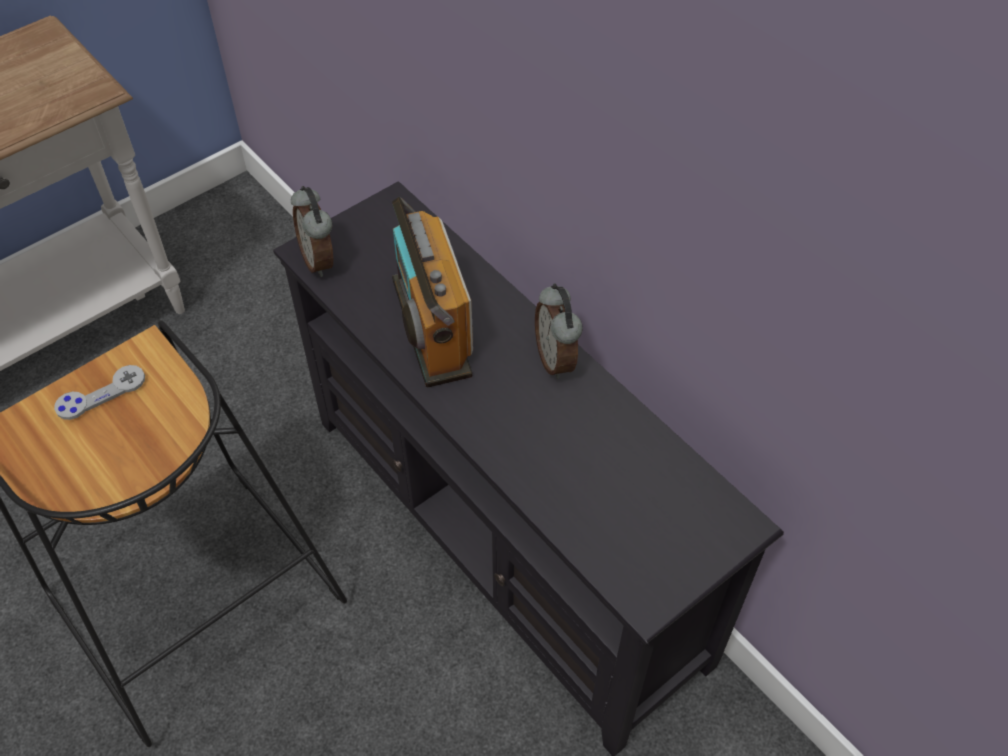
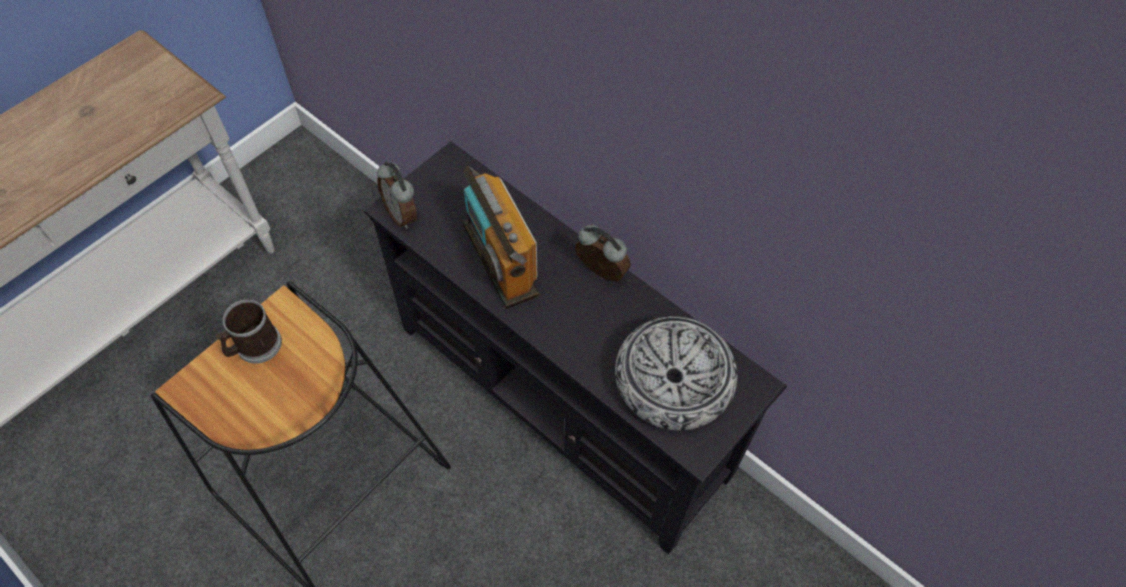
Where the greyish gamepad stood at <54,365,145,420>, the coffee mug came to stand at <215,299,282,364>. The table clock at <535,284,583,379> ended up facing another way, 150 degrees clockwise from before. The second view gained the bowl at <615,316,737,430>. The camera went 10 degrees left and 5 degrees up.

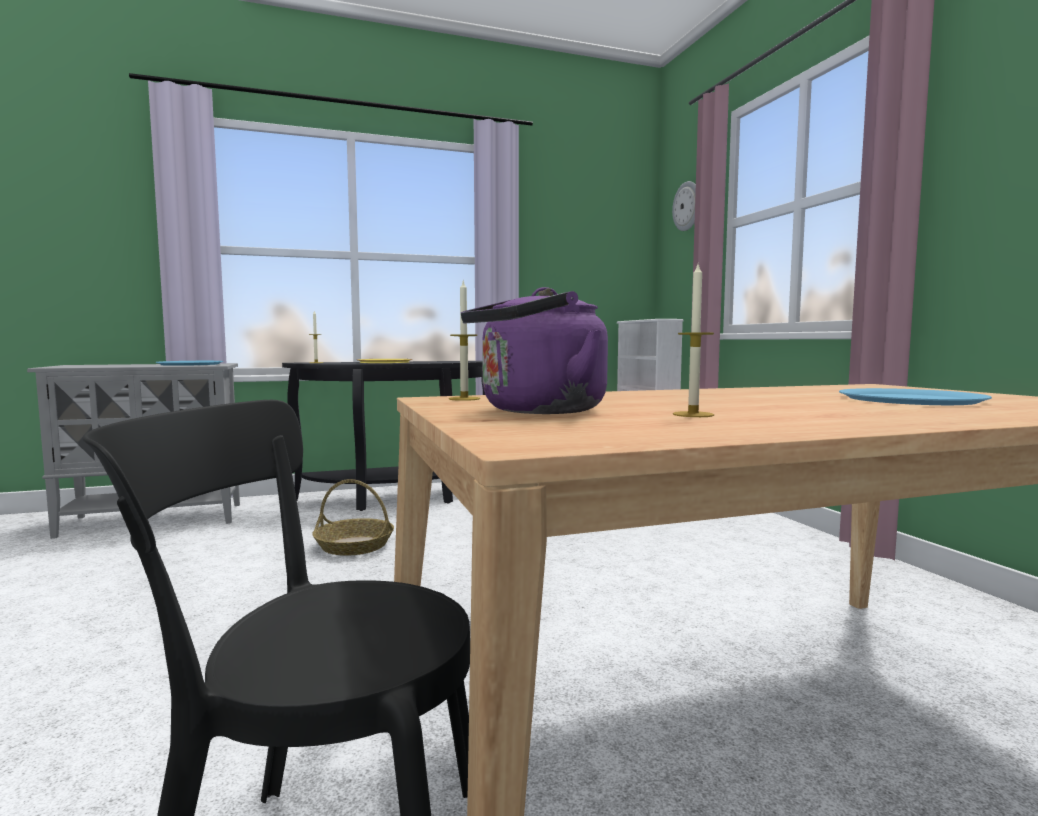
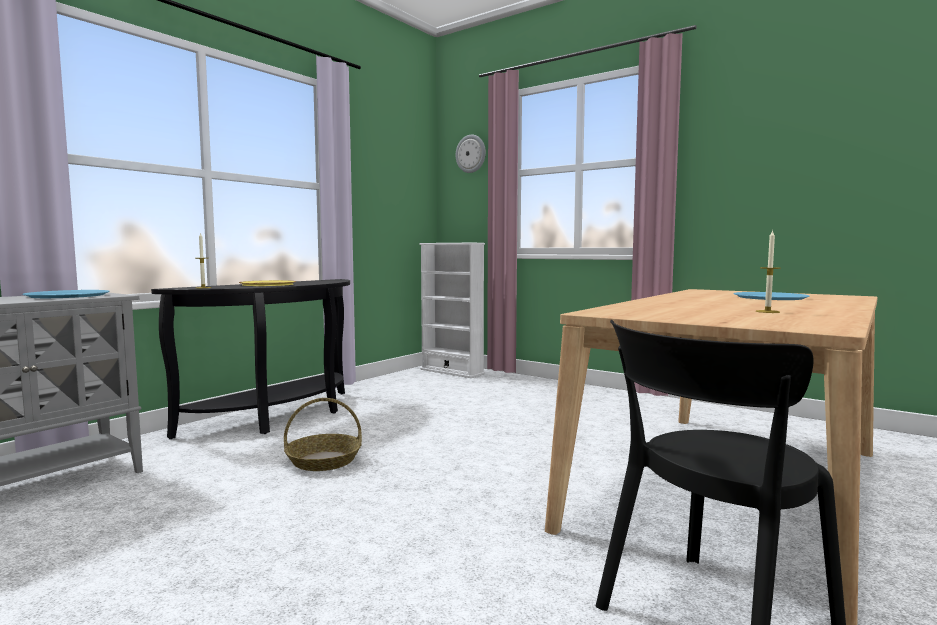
The second view lost the wax light at <449,281,480,401>. The second view lost the purple water kettle at <461,287,608,414>. The camera went 35 degrees left and 0 degrees up.

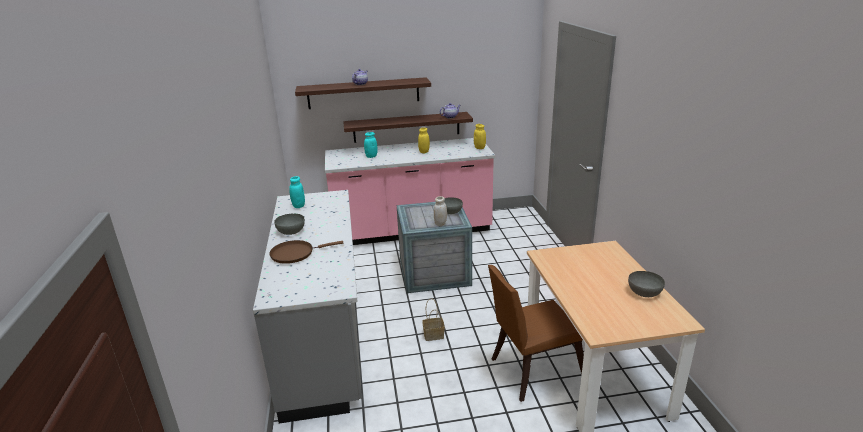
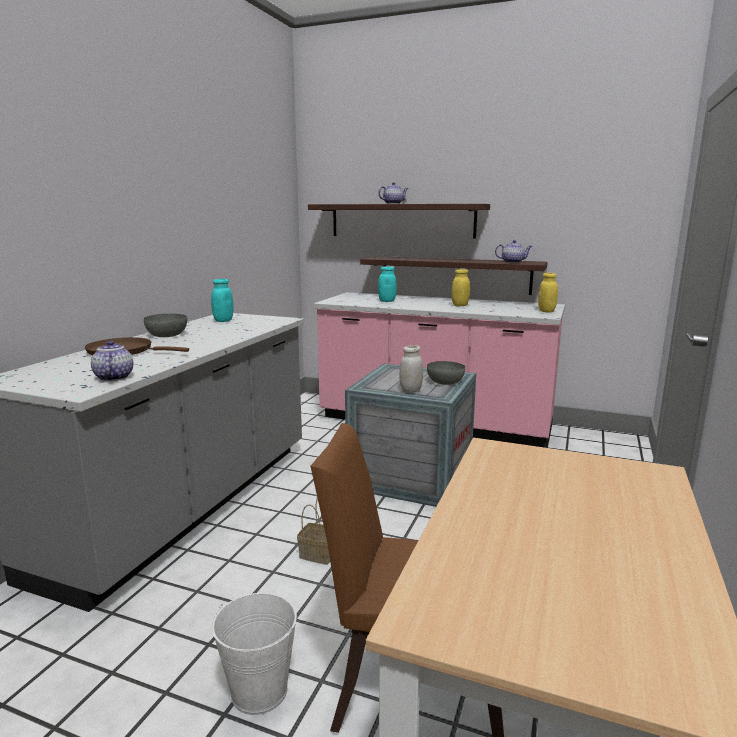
The second view gained the teapot at <91,341,133,381>. The second view gained the whitish water bucket at <211,593,297,715>. The second view lost the greyish bowl at <628,271,665,297>. The camera went 30 degrees right and 10 degrees down.

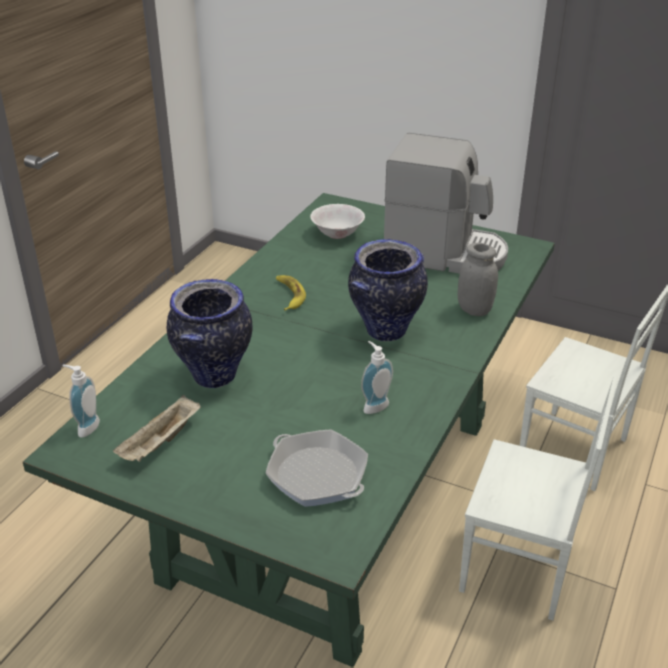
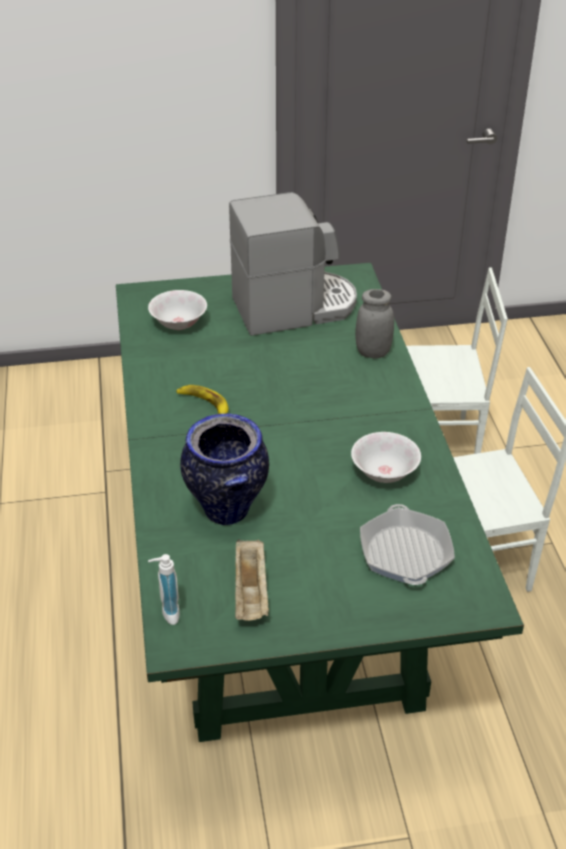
Where the soap dispenser stood at <361,341,393,414>, the whitish bowl came to stand at <351,432,421,483>. The frying pan at <265,429,368,507> ended up facing another way, 105 degrees counterclockwise from before. The second view lost the decorative vase at <348,239,428,341>. The camera went 35 degrees left and 5 degrees up.

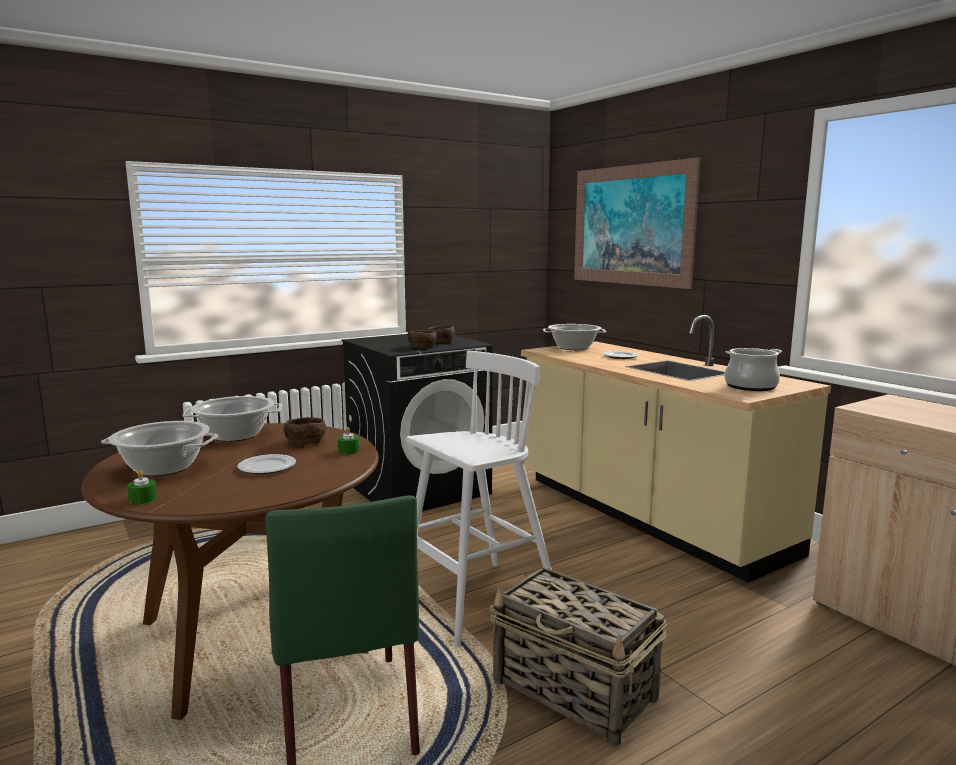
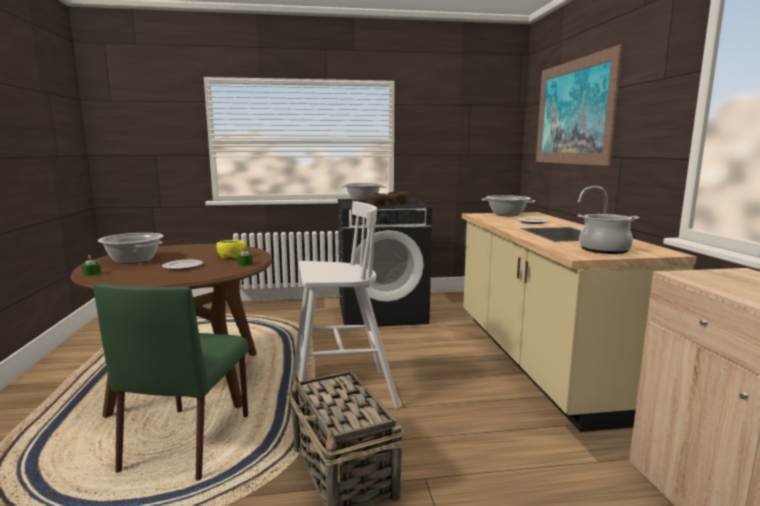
What was the brownish bowl at <284,417,326,447> turned into the yellow-coloured bowl at <216,240,246,259>. The saucepot ended up elsewhere, having gone from <182,396,282,442> to <340,183,387,201>. The camera went 25 degrees right and 0 degrees up.

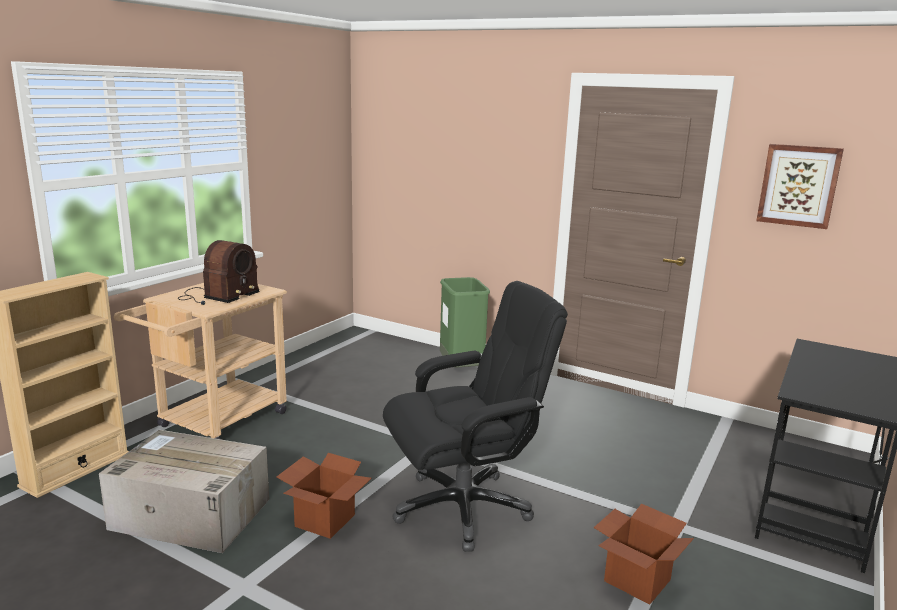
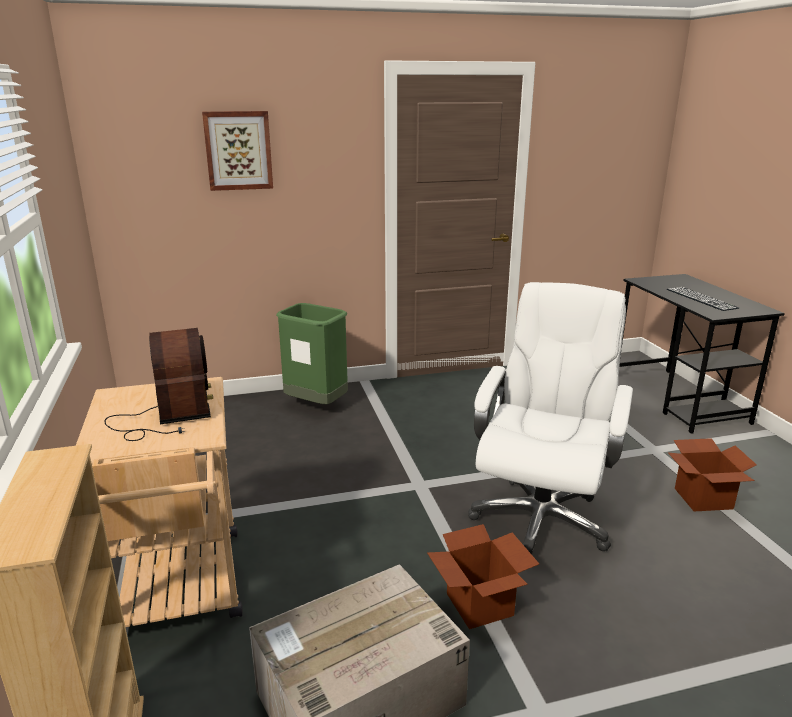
The wall picture ended up elsewhere, having gone from <756,144,844,229> to <202,111,273,191>. What was the black-coloured computer chair at <383,281,568,552> turned into the whitish computer chair at <468,282,633,556>. The second view gained the computer keyboard at <667,287,739,311>. The camera went 45 degrees left and 5 degrees up.

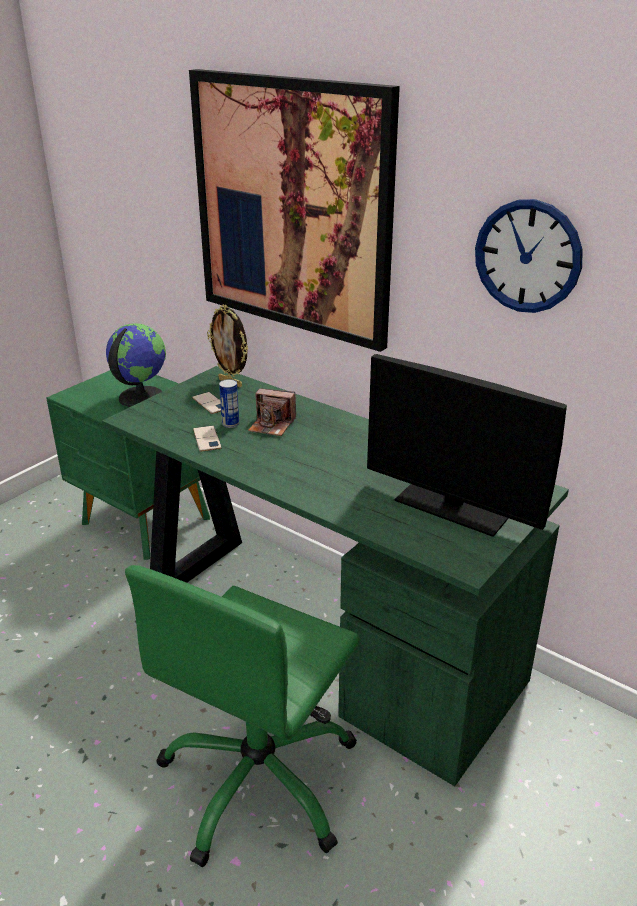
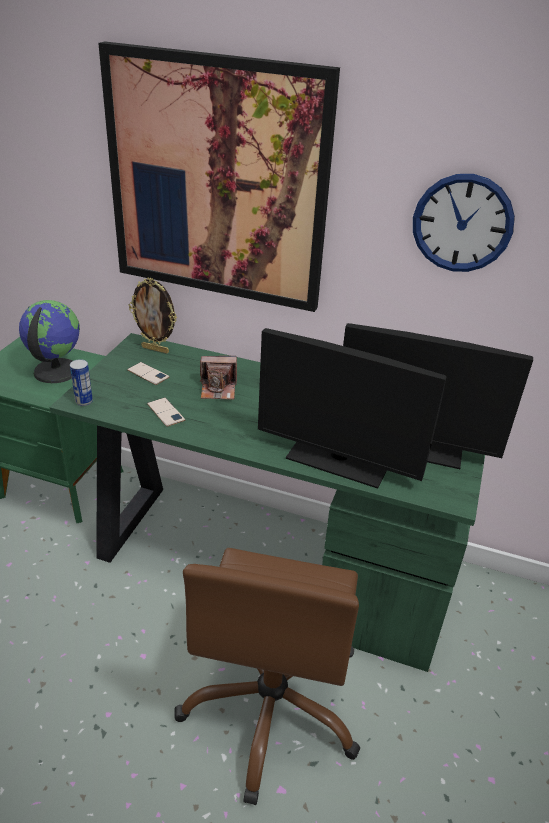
The can ended up elsewhere, having gone from <219,379,239,428> to <70,359,93,406>. What was the green computer chair at <125,565,360,867> turned into the brownish computer chair at <174,548,360,805>. The second view gained the computer display at <258,328,447,489>. The camera went 20 degrees left and 5 degrees up.

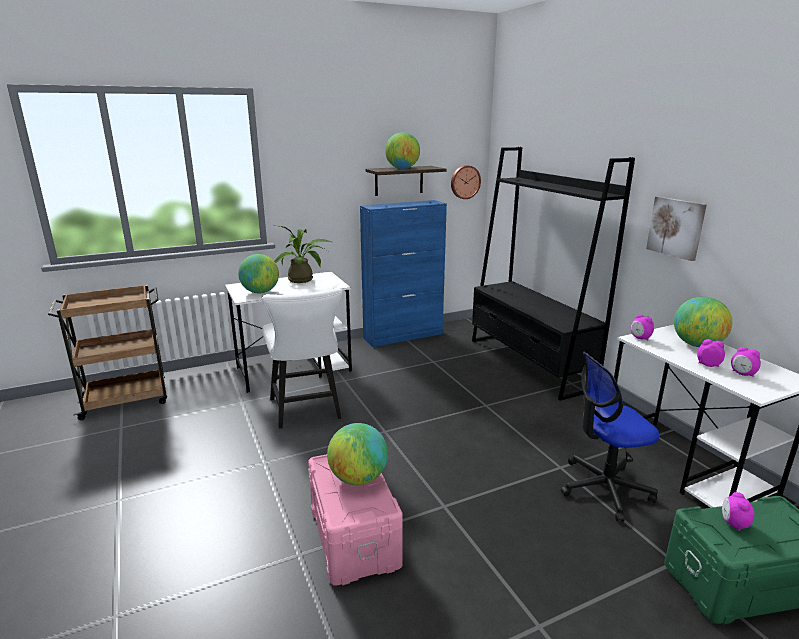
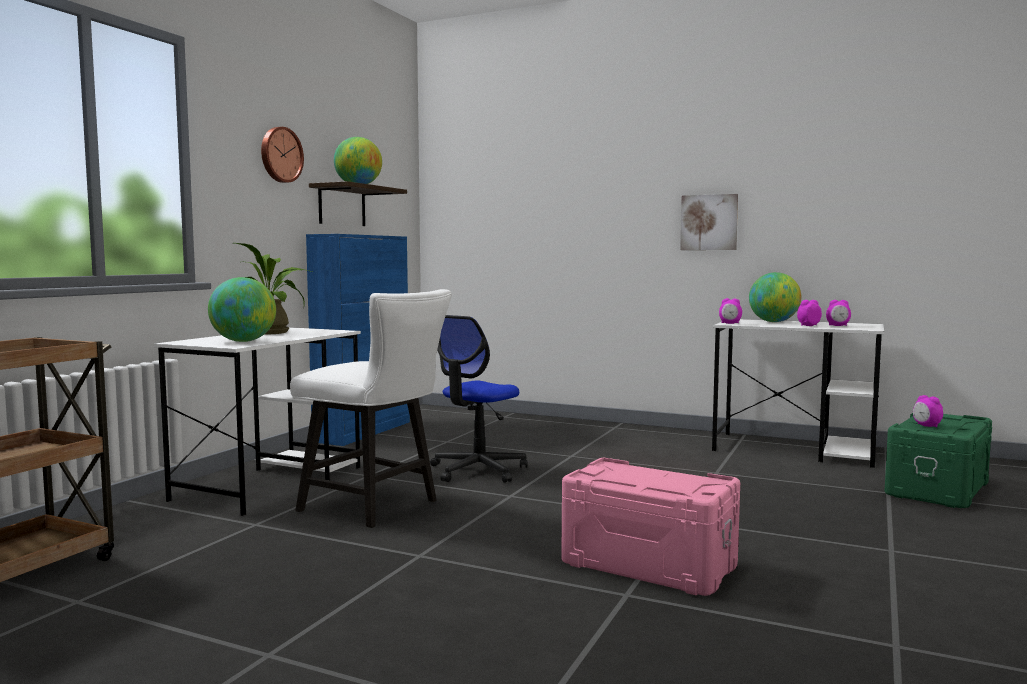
The clock on the wall ended up elsewhere, having gone from <451,165,481,199> to <261,127,304,183>. The computer chair ended up elsewhere, having gone from <561,352,660,522> to <430,315,527,483>. The second view lost the world globe at <327,423,388,485>. The second view lost the black-coloured shelving unit at <472,147,635,401>. The camera went 40 degrees left and 15 degrees down.

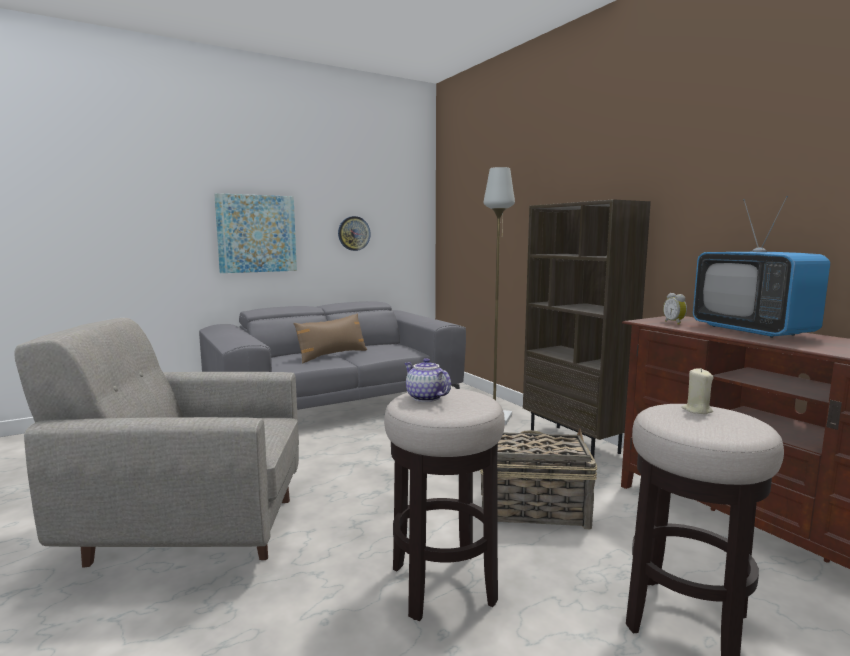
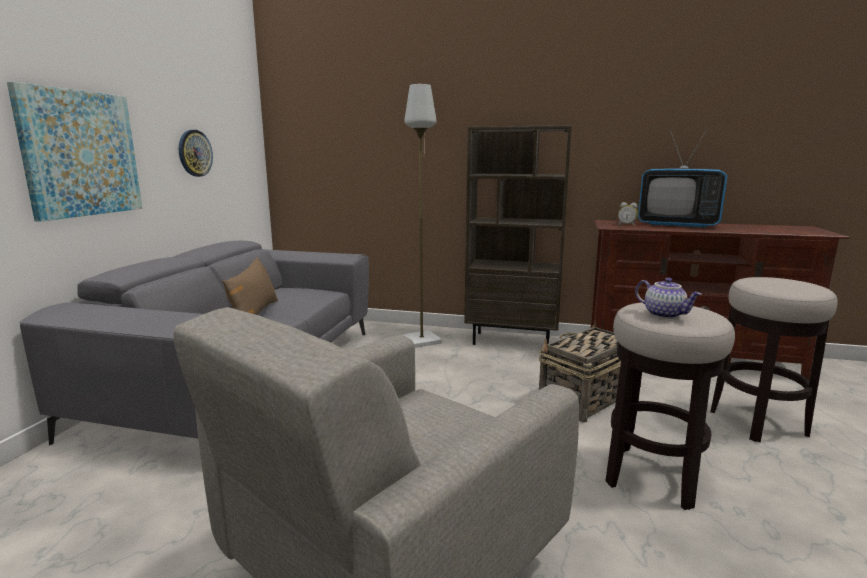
The teapot at <404,358,451,402> ended up facing another way, 135 degrees counterclockwise from before. The second view lost the beige-coloured wax light at <681,368,714,414>. The camera went 45 degrees left and 5 degrees up.

